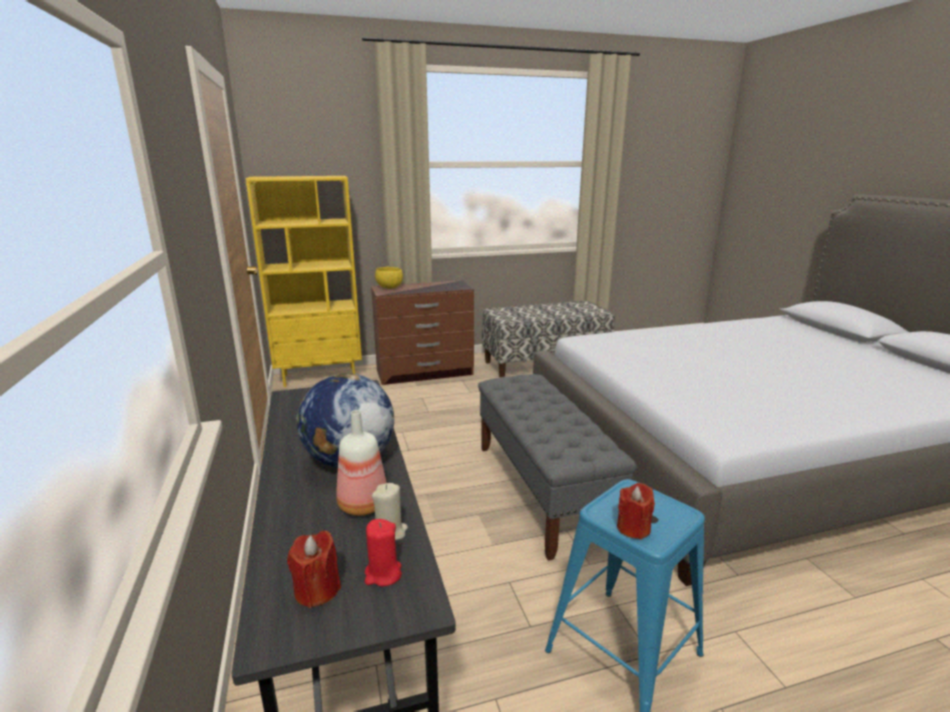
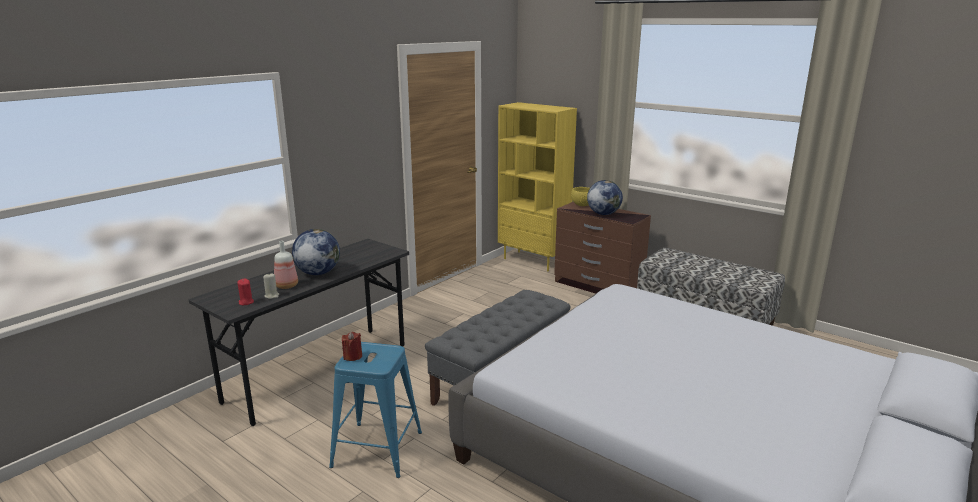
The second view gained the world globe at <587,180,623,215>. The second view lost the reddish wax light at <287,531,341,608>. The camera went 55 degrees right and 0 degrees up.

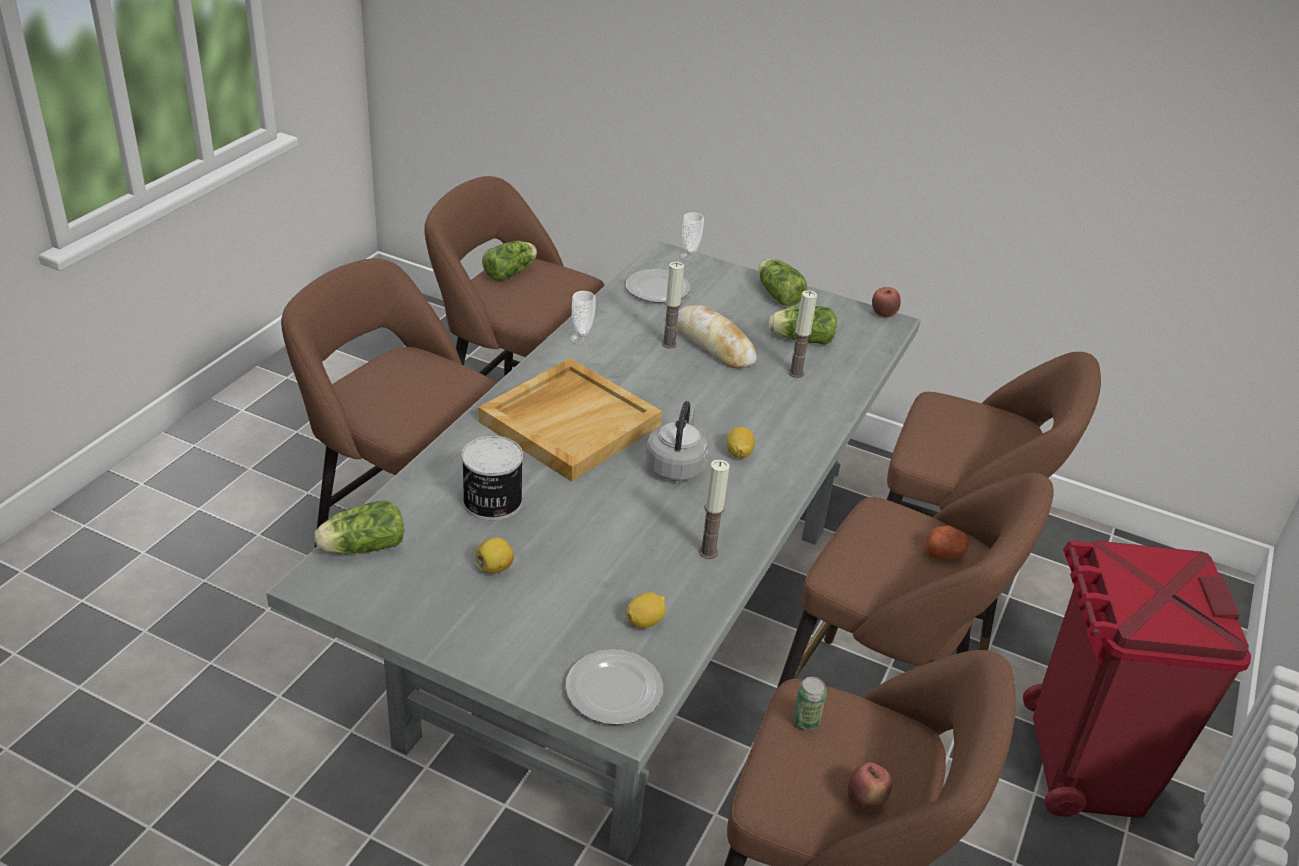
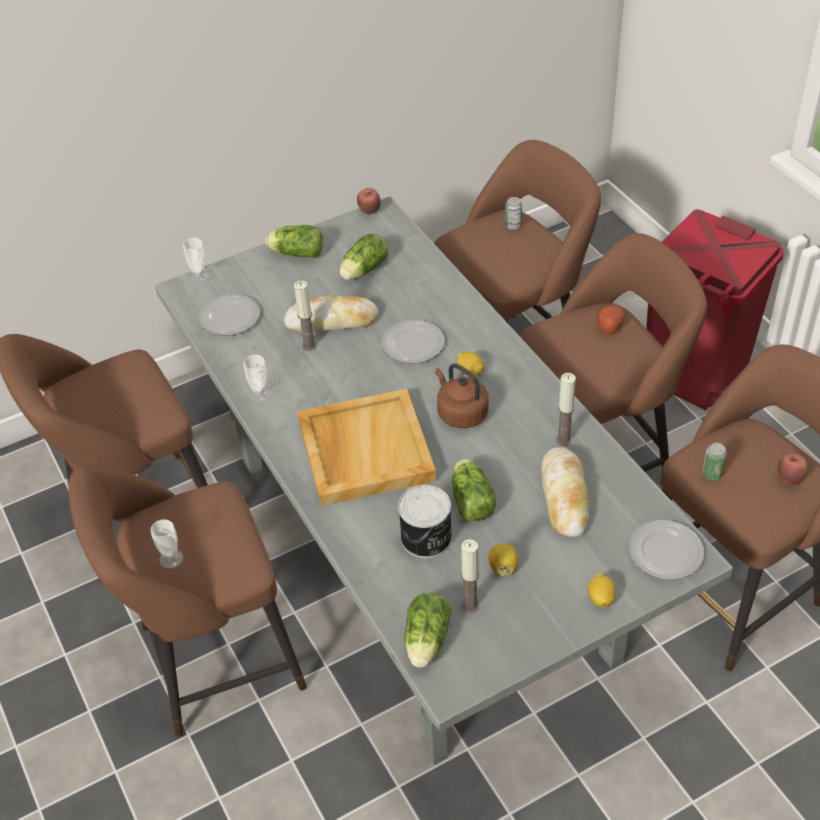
The second view gained the small cup at <151,519,183,569>. The second view gained the plate at <382,320,444,364>. What was the greyish water kettle at <646,401,708,481> turned into the brownish water kettle at <435,363,489,428>. The head of lettuce ended up elsewhere, having gone from <482,241,537,281> to <452,459,496,521>. The wax light ended up elsewhere, having gone from <788,290,817,378> to <461,539,479,613>. The second view gained the can at <505,197,522,230>. The second view gained the bread at <541,447,589,537>. The citrus fruit ended up elsewhere, having gone from <626,592,666,628> to <588,573,616,608>. The camera went 50 degrees left and 10 degrees up.

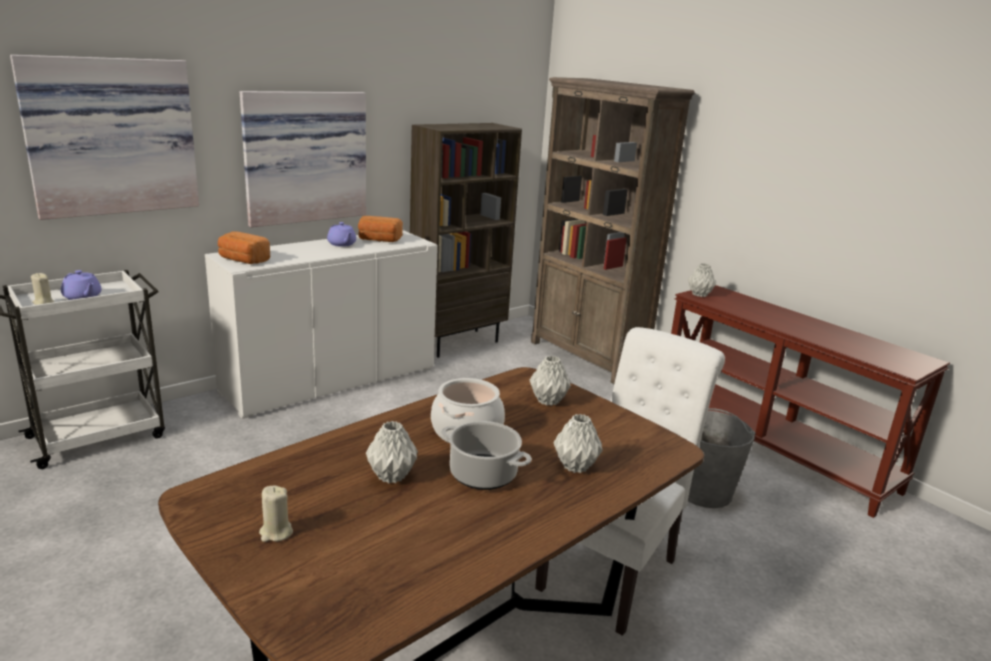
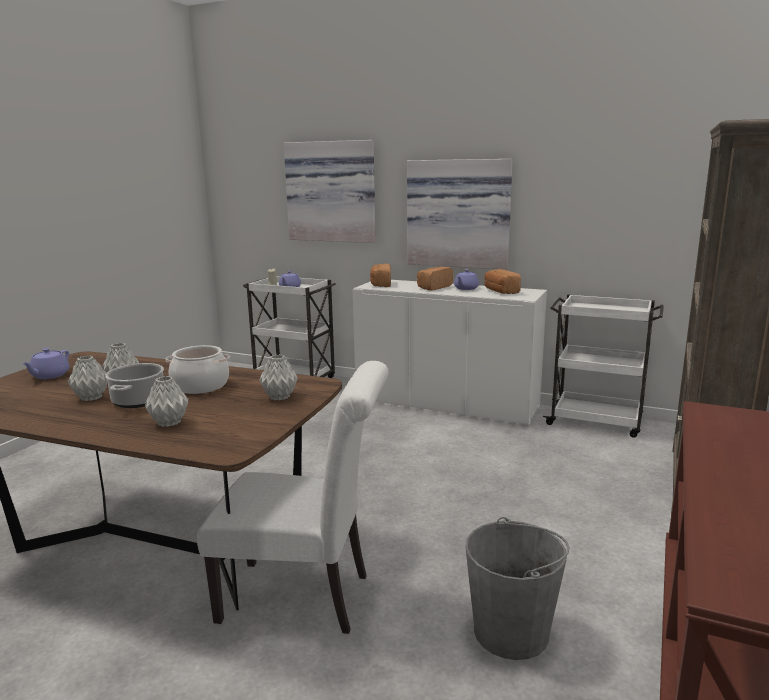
Where the beige-coloured wax light stood at <259,486,293,542>, the purple teapot came to stand at <22,348,69,379>. The greyish decorative vase ended up elsewhere, having gone from <688,263,716,297> to <68,356,108,401>. The second view gained the bread at <417,267,453,291>. Where the brownish shelving unit stood at <410,123,522,358>, the whitish cart came to stand at <543,295,664,438>. The camera went 65 degrees right and 5 degrees down.

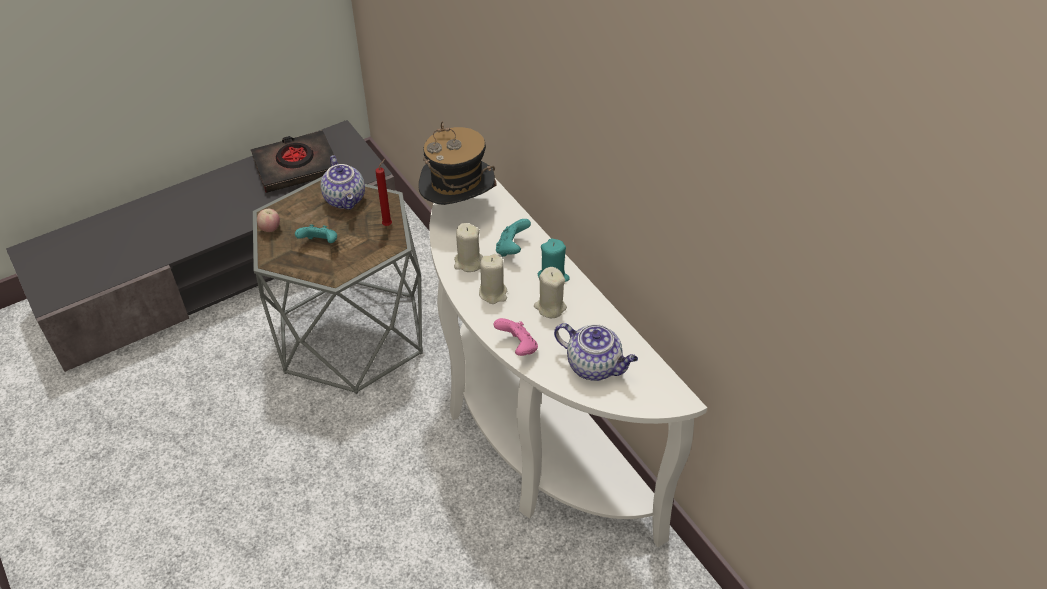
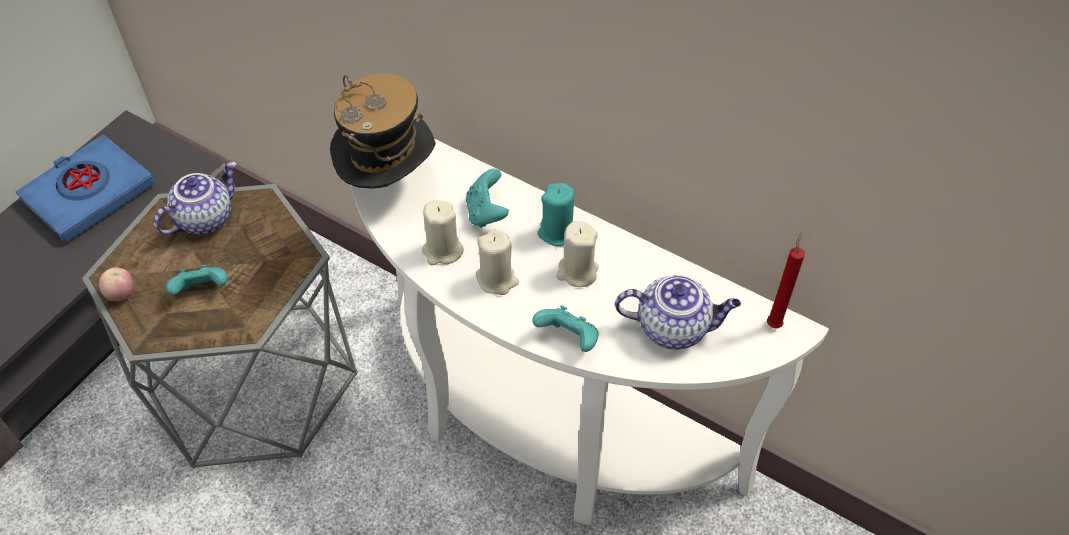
What was the black-coloured bound book at <251,130,334,193> turned into the blue bound book at <15,134,155,243>. The teapot at <320,155,365,210> ended up facing another way, 90 degrees counterclockwise from before. What was the pink gamepad at <493,318,538,356> turned into the turquoise gamepad at <532,305,598,352>. The reddish wax light ended up elsewhere, having gone from <376,159,392,226> to <767,232,805,328>. The camera went 25 degrees left and 5 degrees up.

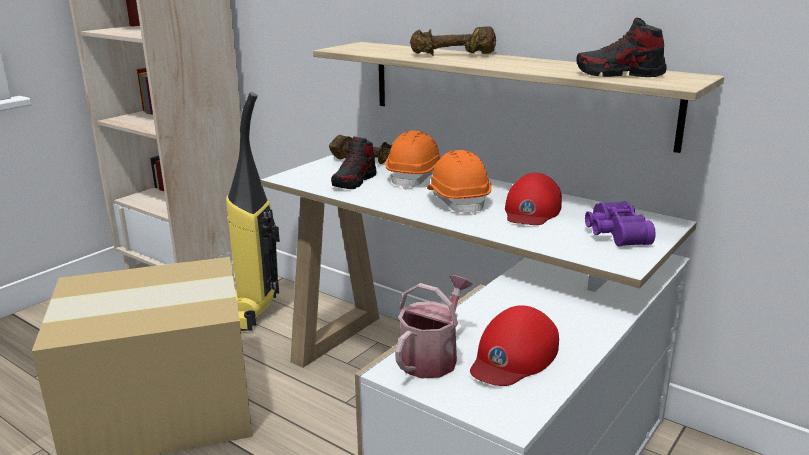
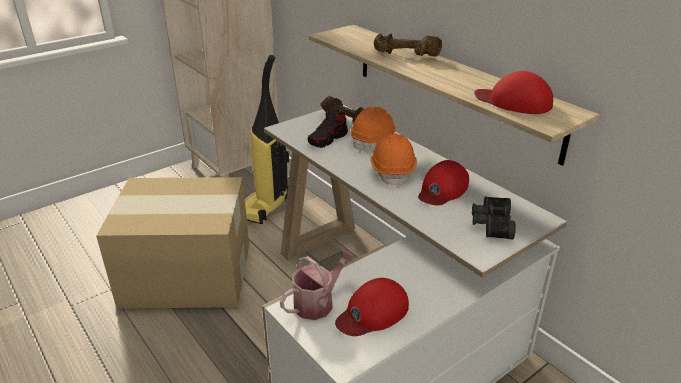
What was the purple pair of binoculars at <585,201,656,246> turned into the black-coloured pair of binoculars at <472,196,516,240>. Where the low shoe stood at <576,18,666,77>, the reddish peaked cap came to stand at <474,71,553,114>. The camera went 15 degrees right and 10 degrees up.

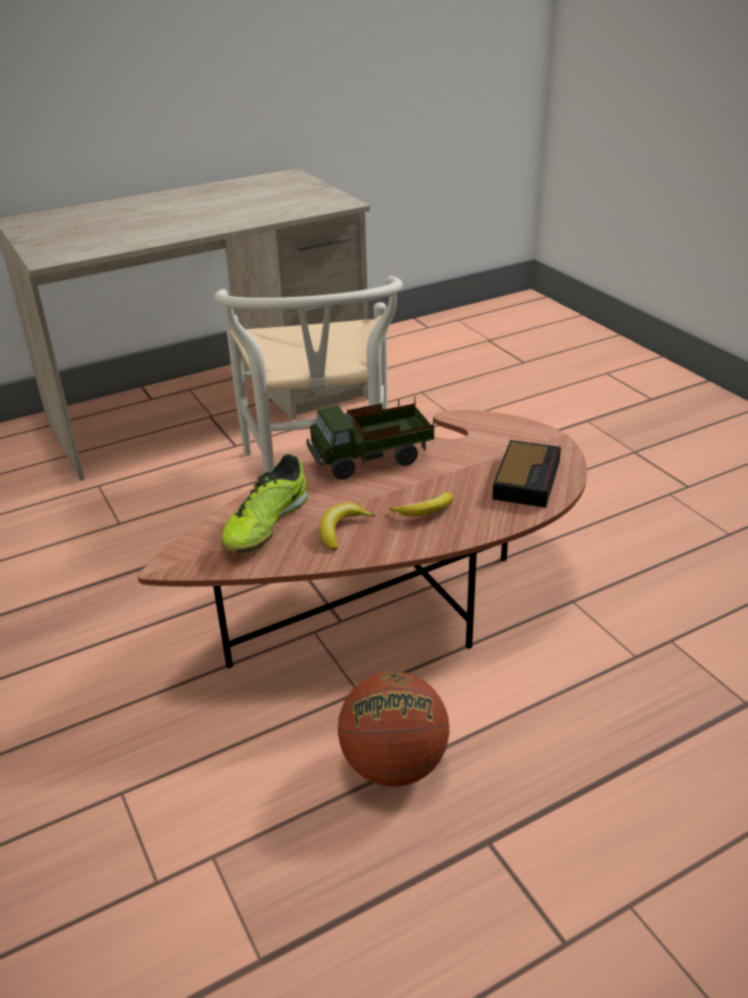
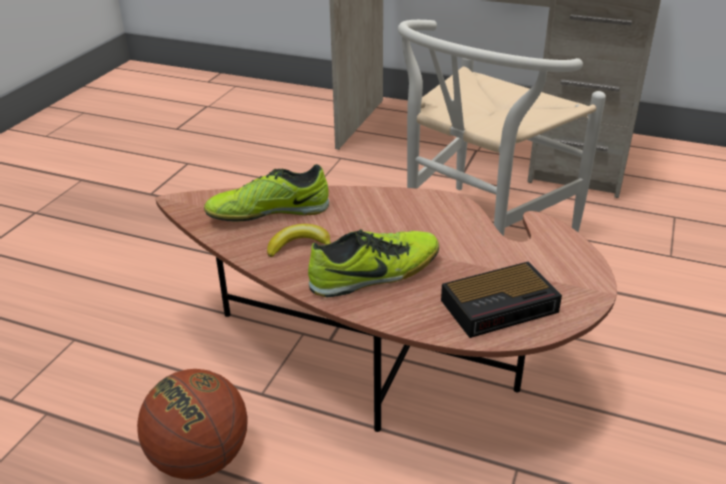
Where the banana fruit stood at <389,492,453,516>, the low shoe came to stand at <308,229,439,297>. The second view lost the model truck at <306,396,434,480>. The camera went 50 degrees right and 0 degrees up.

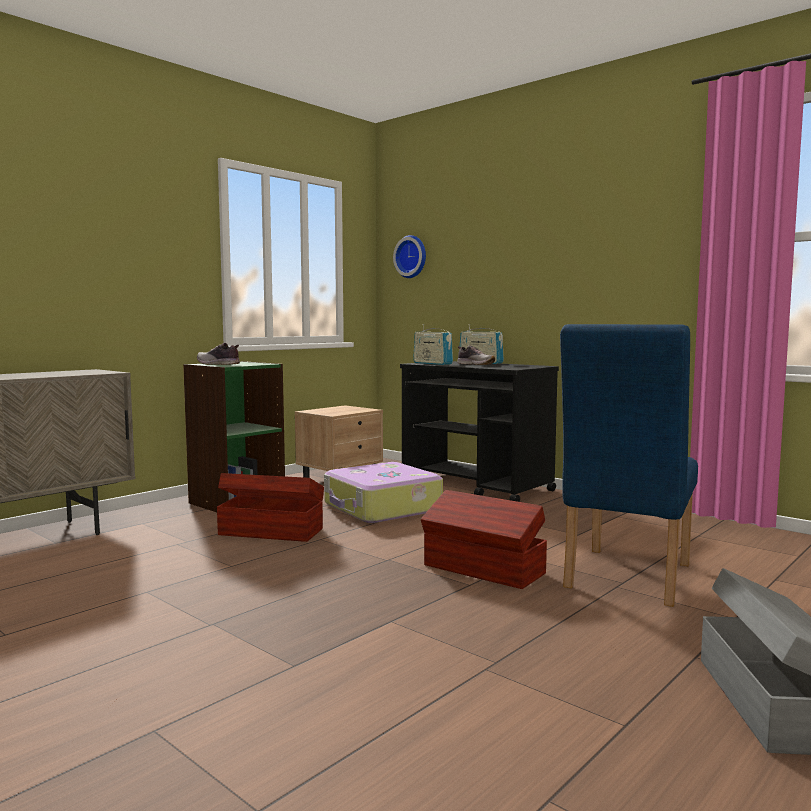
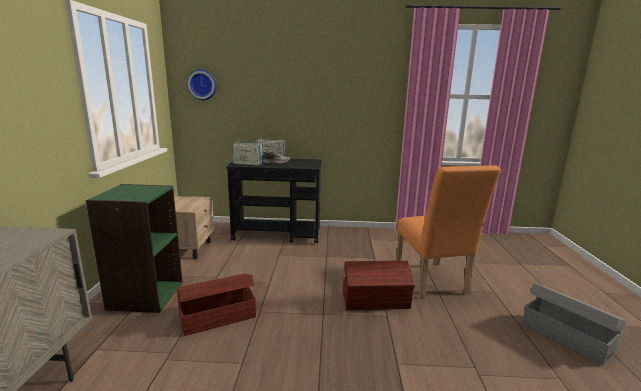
What was the blue chair at <560,324,698,607> turned into the orange-coloured chair at <396,165,501,299>. The second view lost the low shoe at <197,343,240,365>. The second view lost the suitcase at <324,462,443,523>. The camera went 40 degrees left and 10 degrees up.

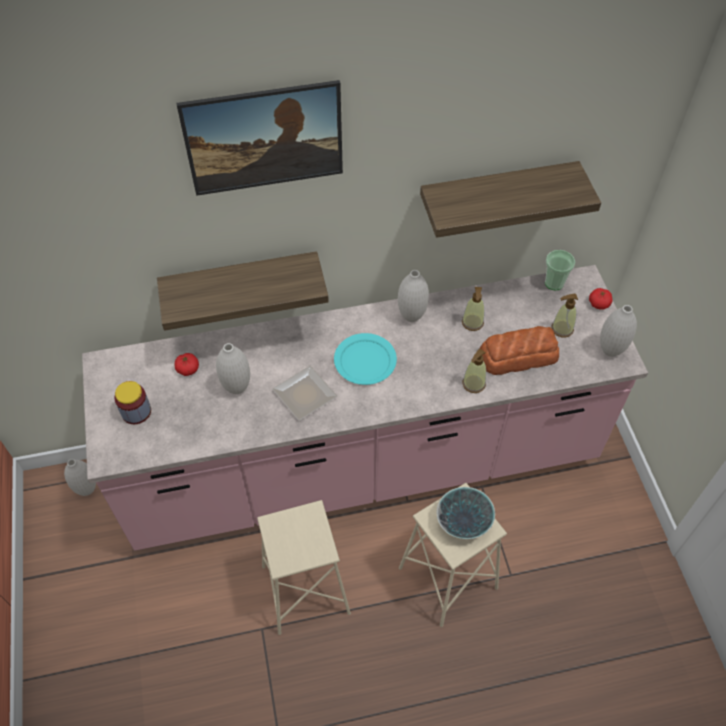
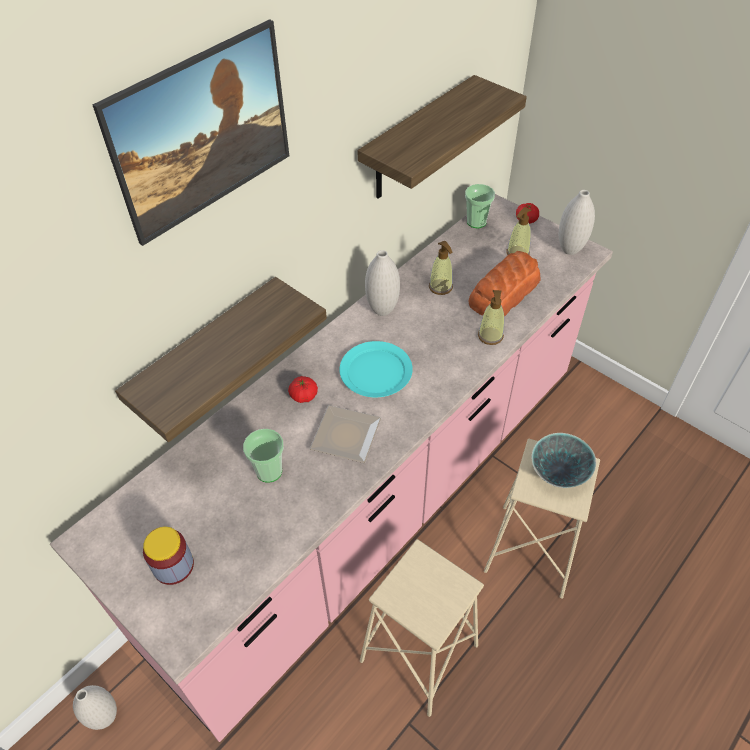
Where the whitish decorative vase stood at <216,343,250,394>, the small cup came to stand at <243,429,284,483>. The whole tomato ended up elsewhere, having gone from <174,353,199,376> to <288,376,318,403>. The camera went 35 degrees left and 5 degrees down.

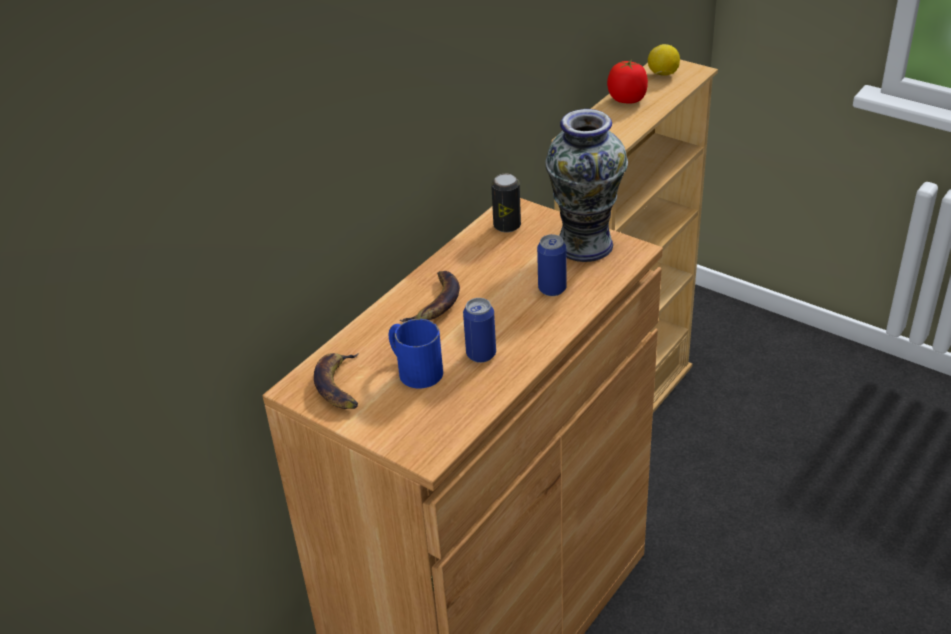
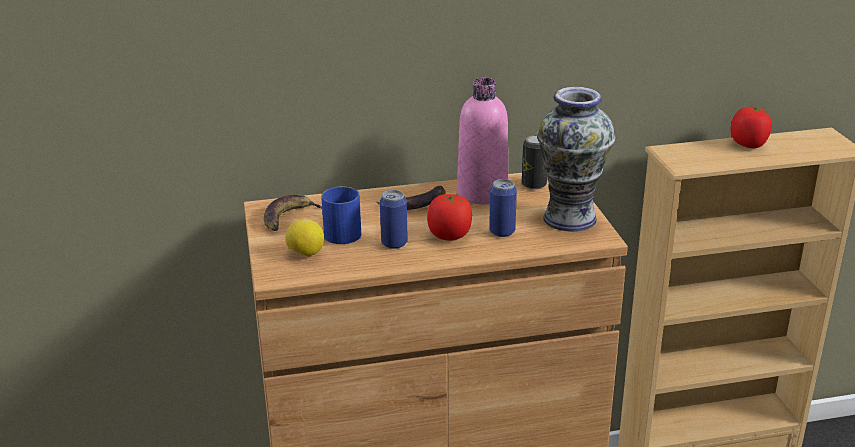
The citrus fruit ended up elsewhere, having gone from <648,44,680,76> to <285,219,324,257>. The second view gained the whole tomato at <427,194,472,240>. The second view gained the pink bottle at <457,78,508,205>. The camera went 40 degrees right and 10 degrees down.

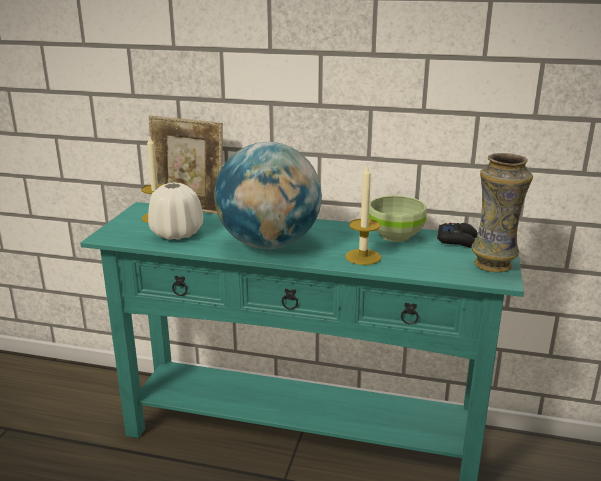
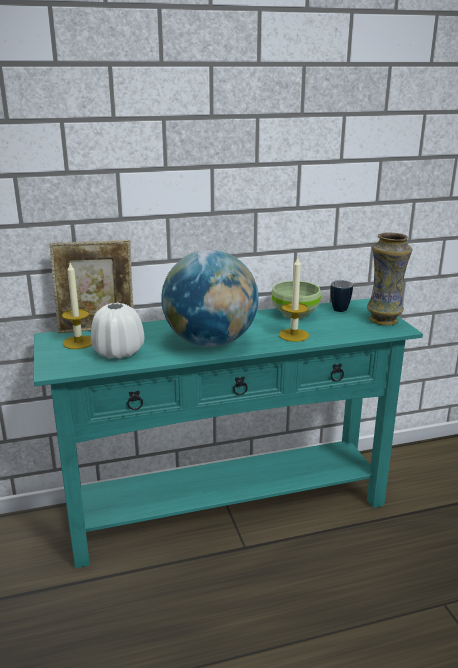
Where the black-coloured gamepad stood at <437,223,478,248>, the coffee mug came to stand at <331,280,353,312>. The camera went 30 degrees left and 0 degrees up.

